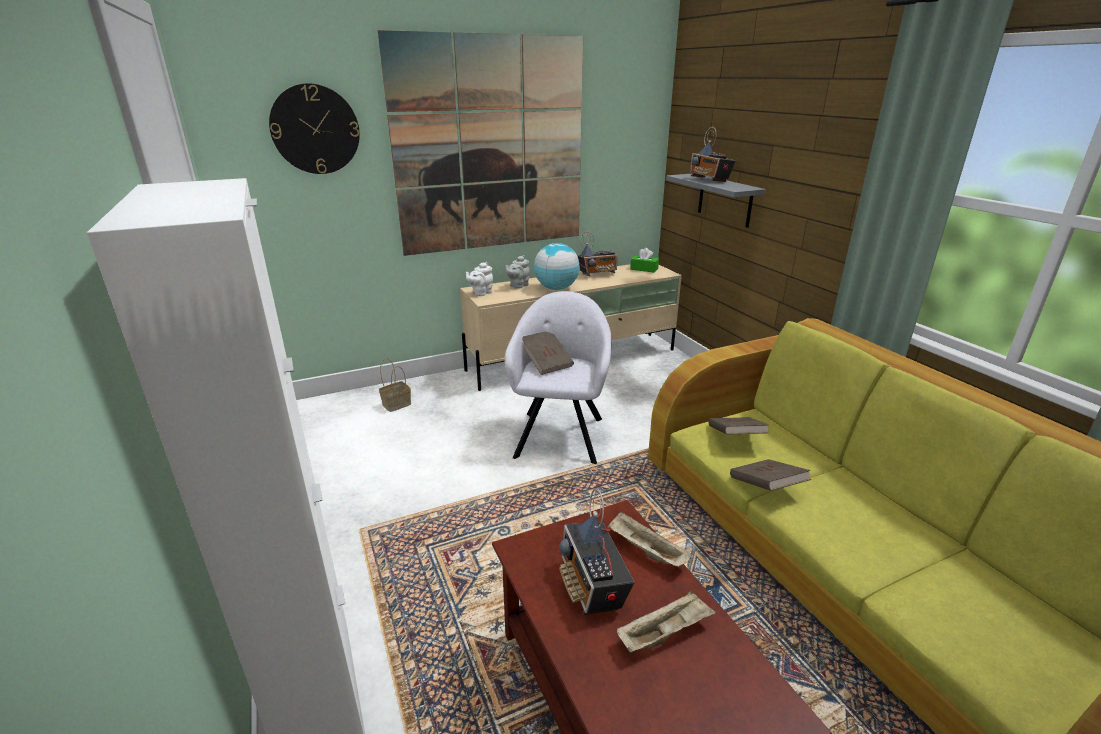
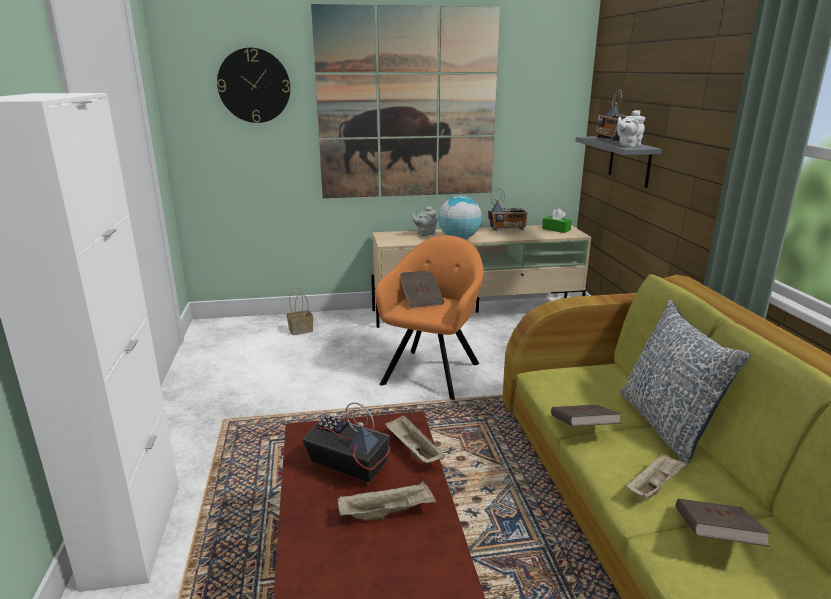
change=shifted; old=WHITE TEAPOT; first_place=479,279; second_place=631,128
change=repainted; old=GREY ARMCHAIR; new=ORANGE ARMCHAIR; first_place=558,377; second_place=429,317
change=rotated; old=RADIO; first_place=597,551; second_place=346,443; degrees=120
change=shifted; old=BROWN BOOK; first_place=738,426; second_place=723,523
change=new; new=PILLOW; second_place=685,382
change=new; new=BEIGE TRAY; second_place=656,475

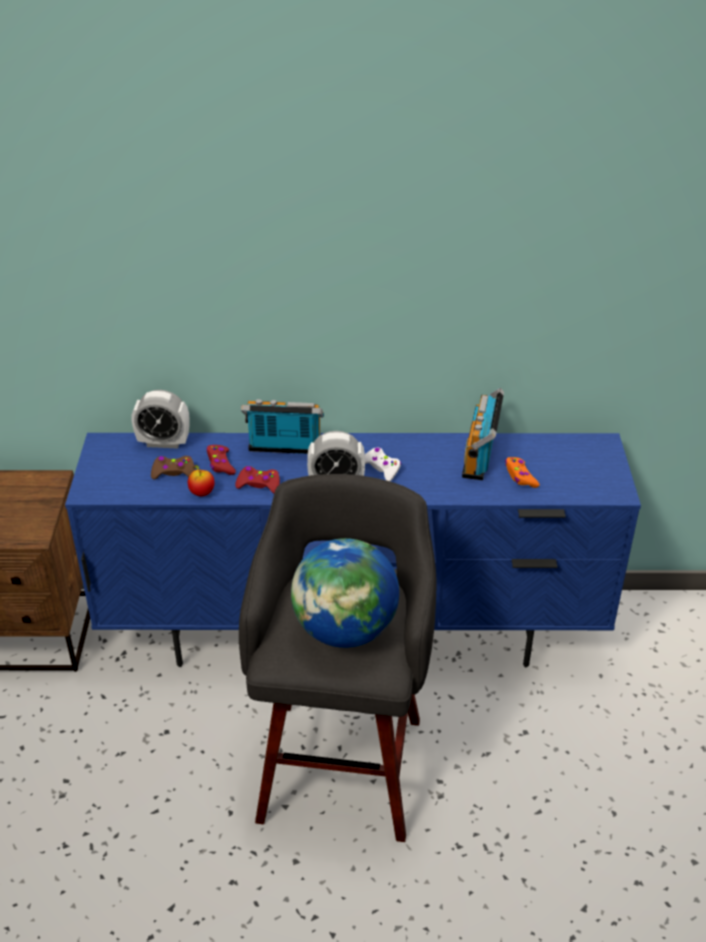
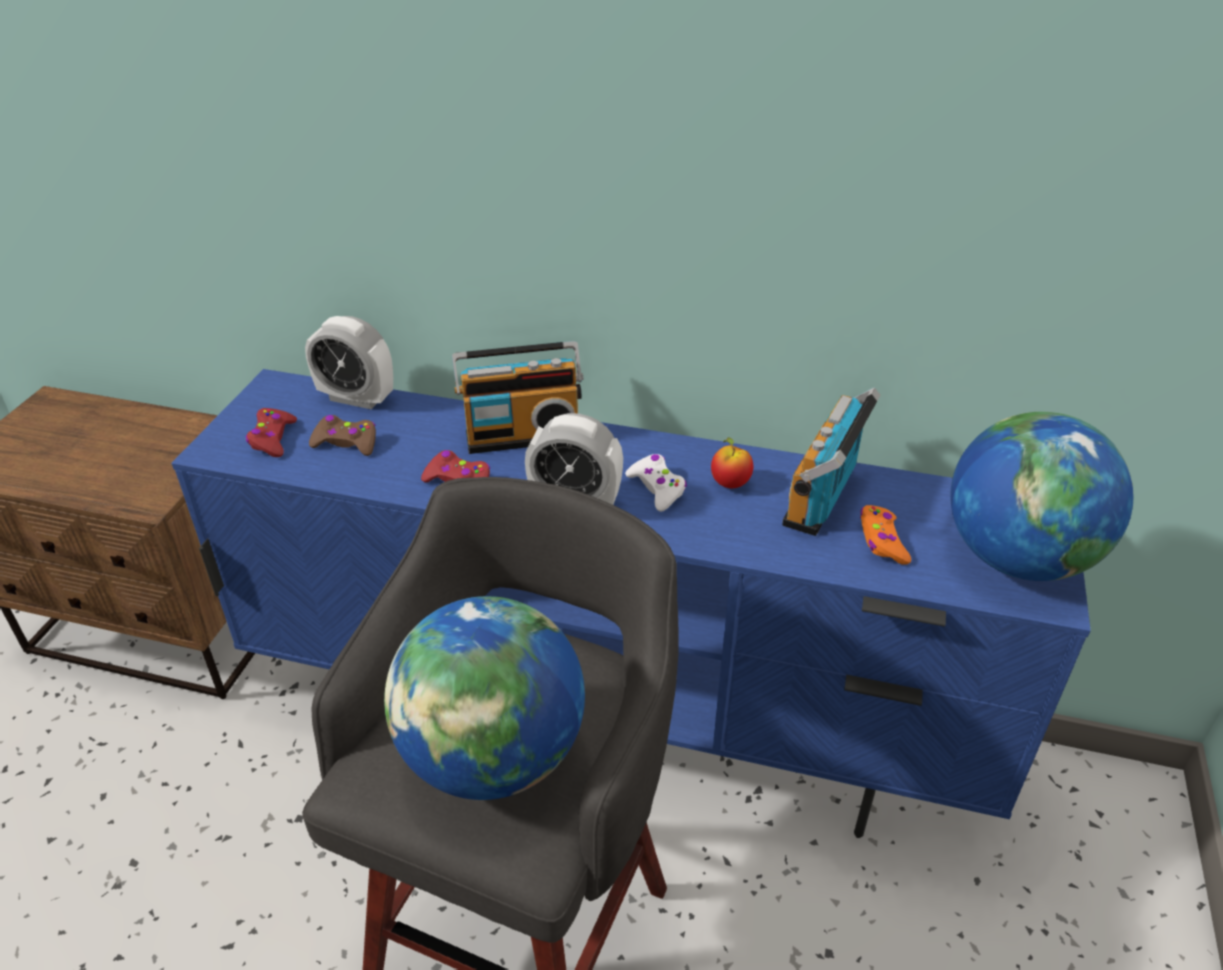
change=shifted; old=APPLE; first_place=201,480; second_place=732,463
change=shifted; old=RED GAME CONTROLLER; first_place=221,460; second_place=271,432
change=rotated; old=RADIO; first_place=282,426; second_place=518,397; degrees=150
change=new; new=GLOBE; second_place=1041,496

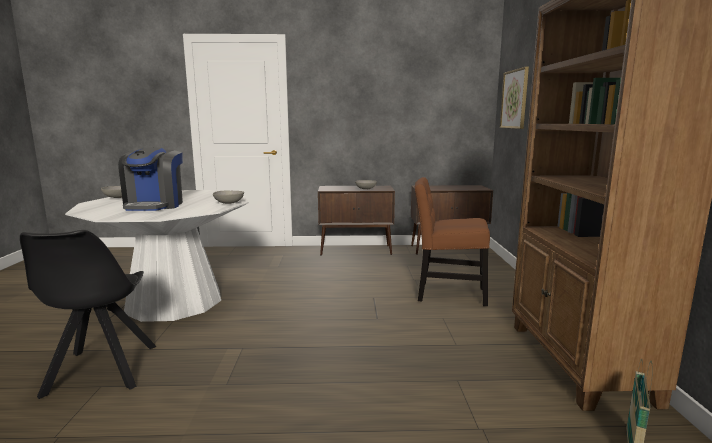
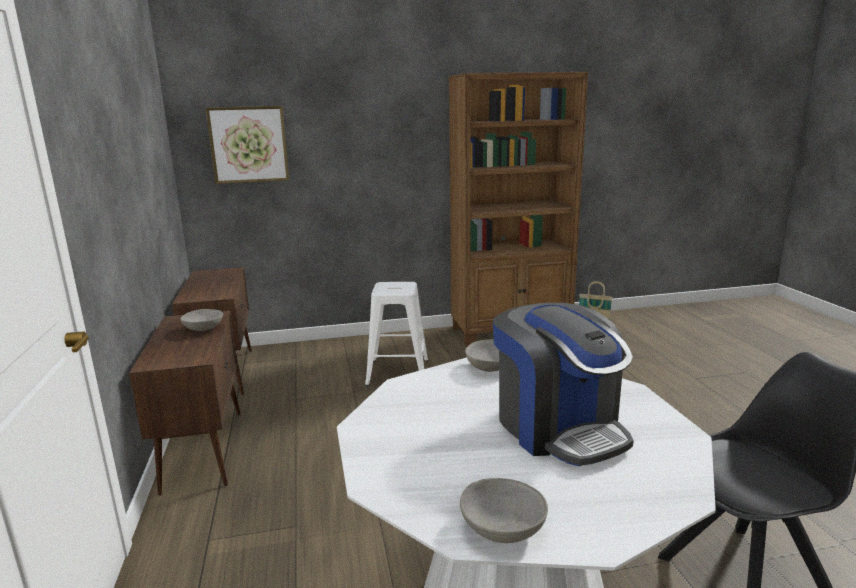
change=rotated; old=COFFEE MACHINE; first_place=150,179; second_place=563,384; degrees=75
change=swapped; old=BROWN CHAIR; new=WHITE STOOL; first_place=452,241; second_place=397,334

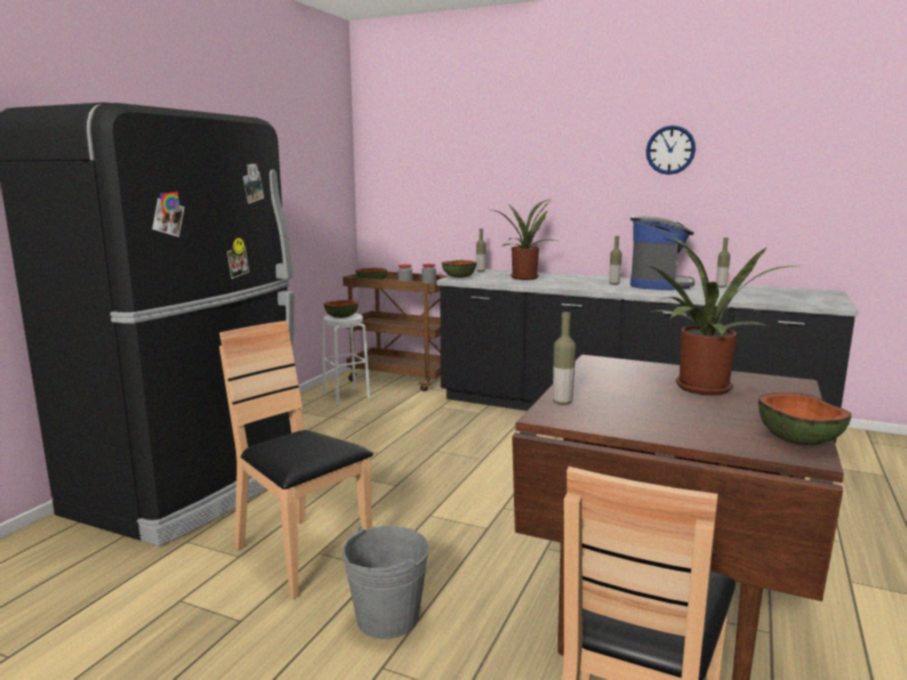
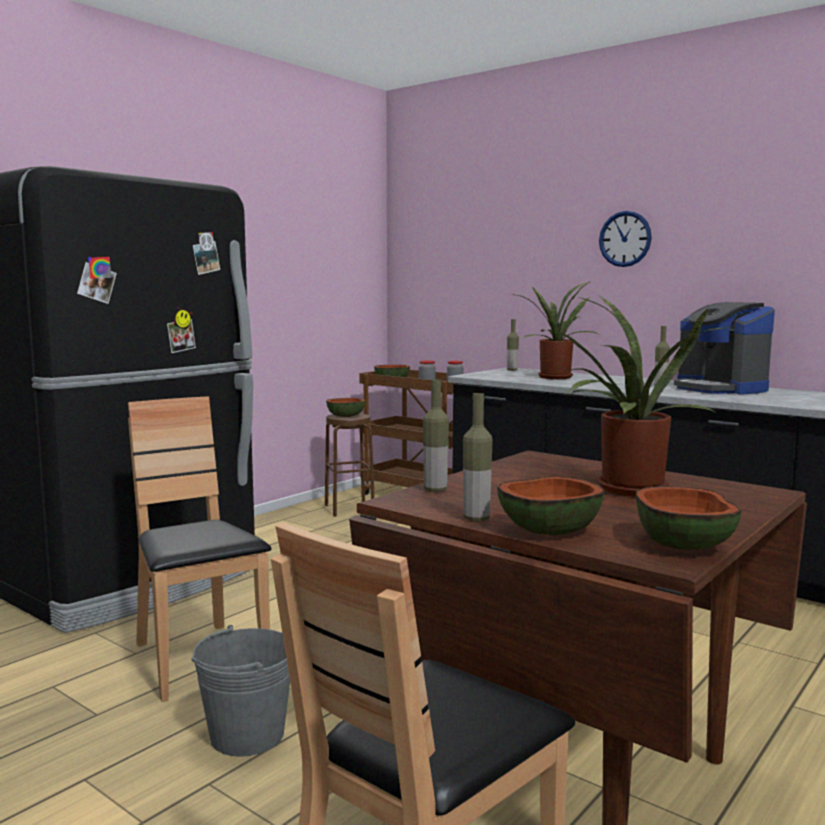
change=repainted; old=WHITE STOOL; new=BROWN STOOL; first_place=346,358; second_place=350,465
change=shifted; old=BOWL; first_place=459,269; second_place=551,505
change=rotated; old=COFFEE MACHINE; first_place=662,253; second_place=724,348; degrees=120
change=shifted; old=WALL CLOCK; first_place=671,150; second_place=625,239
change=shifted; old=BOTTLE; first_place=723,263; second_place=478,457

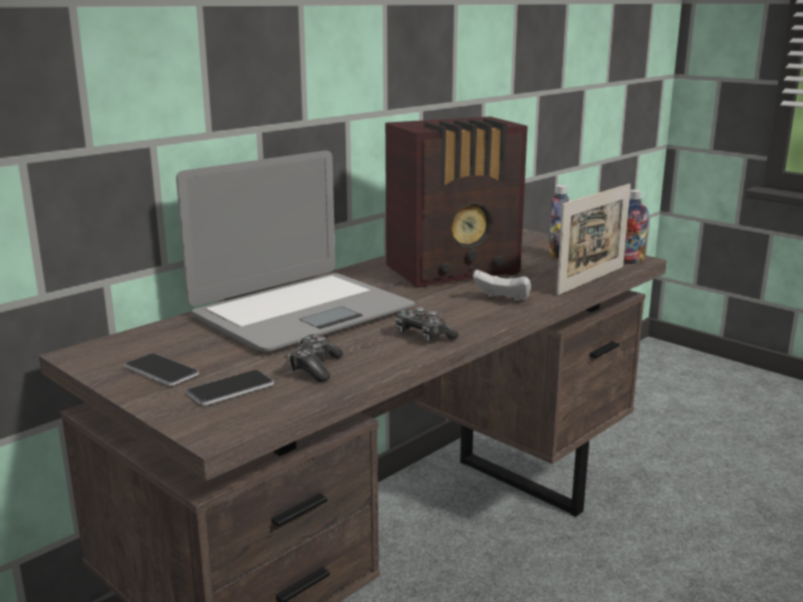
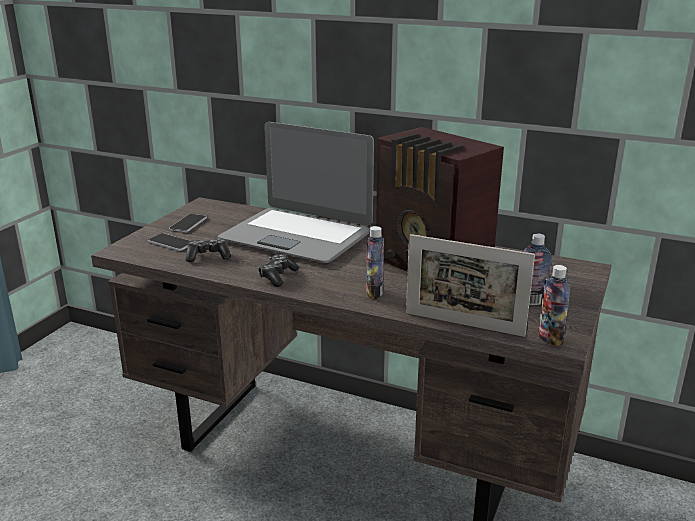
change=swapped; old=WHITE GAME CONTROLLER; new=BOTTLE; first_place=502,286; second_place=375,262

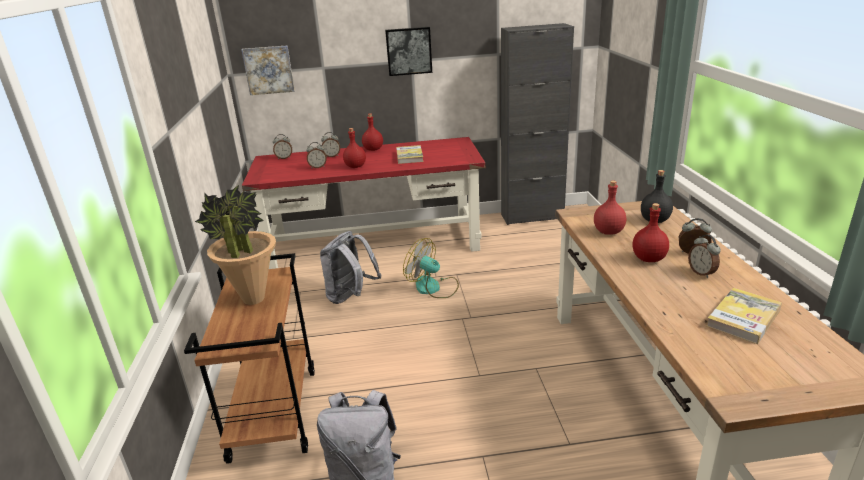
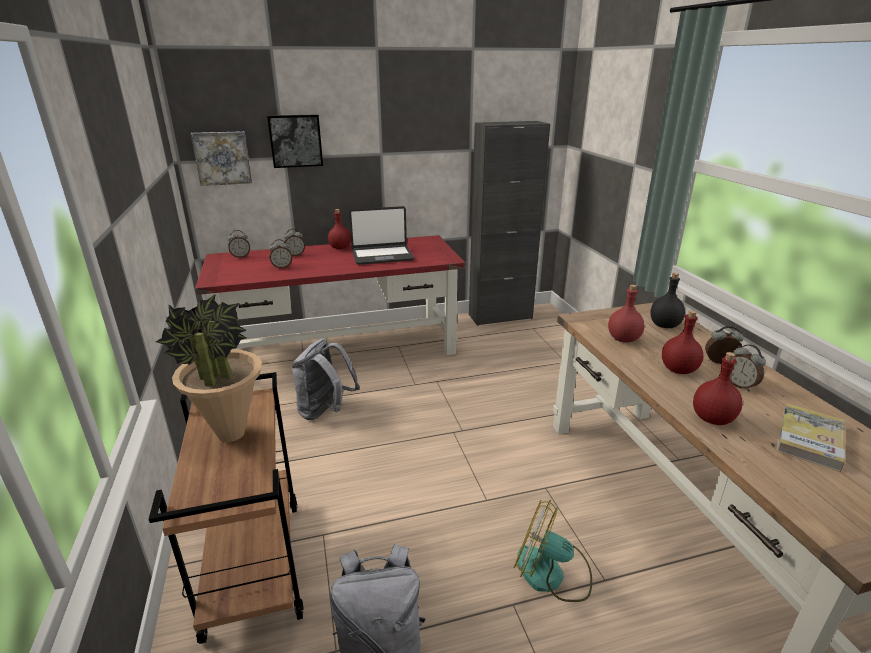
change=shifted; old=RED BOTTLE; first_place=354,148; second_place=717,388
change=shifted; old=PICTURE; first_place=408,51; second_place=295,141
change=swapped; old=BOOK; new=LAPTOP; first_place=410,154; second_place=381,235
change=shifted; old=FAN; first_place=431,268; second_place=553,550

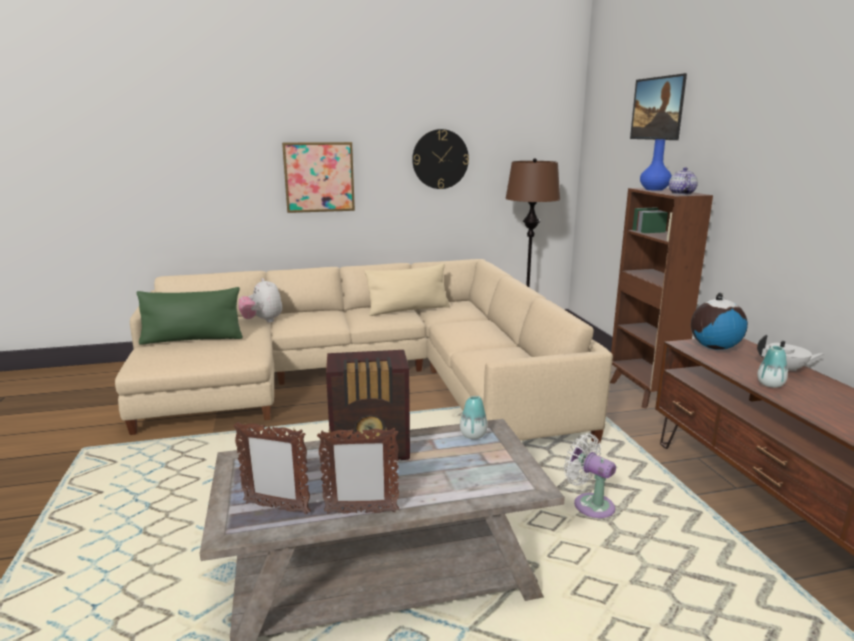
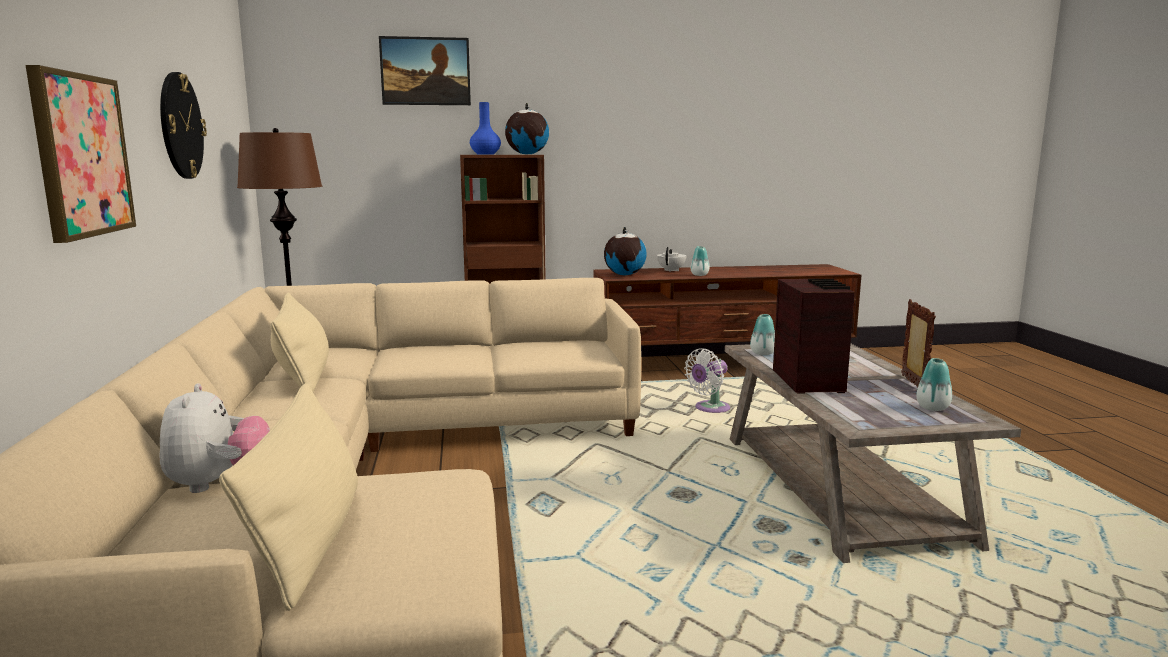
change=repainted; old=GREEN PILLOW; new=BEIGE PILLOW; first_place=190,315; second_place=288,497
change=swapped; old=PICTURE FRAME; new=VASE; first_place=272,468; second_place=934,384
change=rotated; old=PLUSH TOY; first_place=260,300; second_place=214,438; degrees=-75
change=swapped; old=TEAPOT; new=GLOBE; first_place=683,181; second_place=527,128

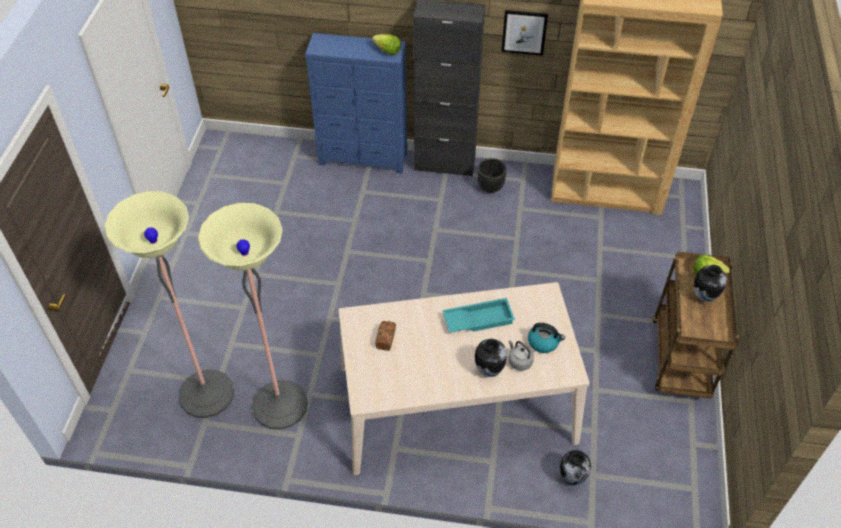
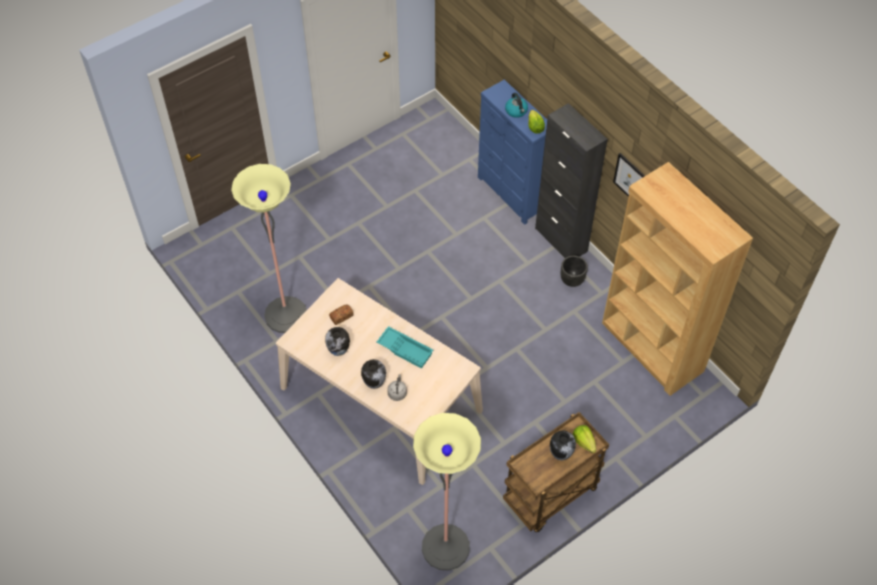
change=shifted; old=FLOOR LAMP; first_place=169,304; second_place=447,491
change=shifted; old=KETTLE; first_place=546,338; second_place=516,105
change=shifted; old=VASE; first_place=575,468; second_place=337,341

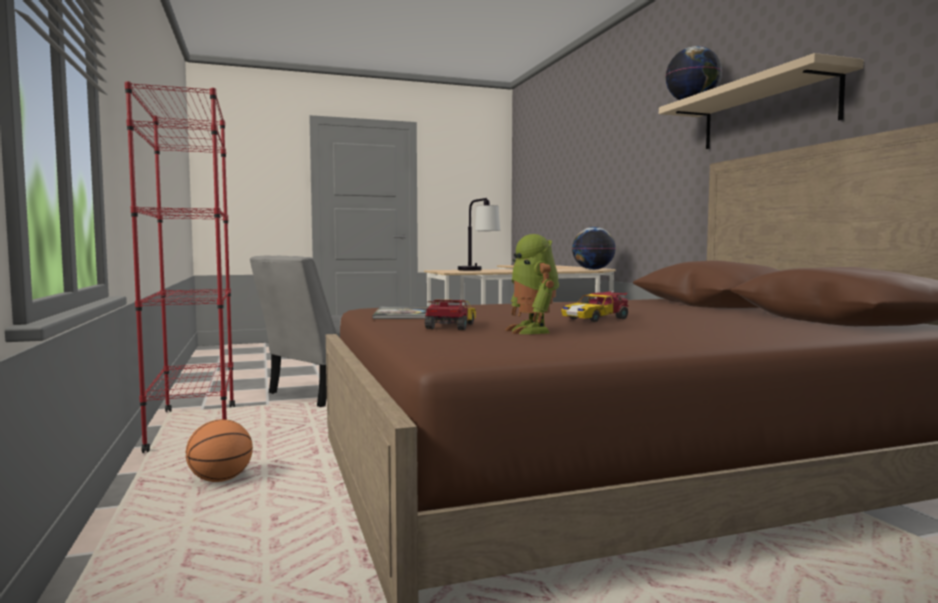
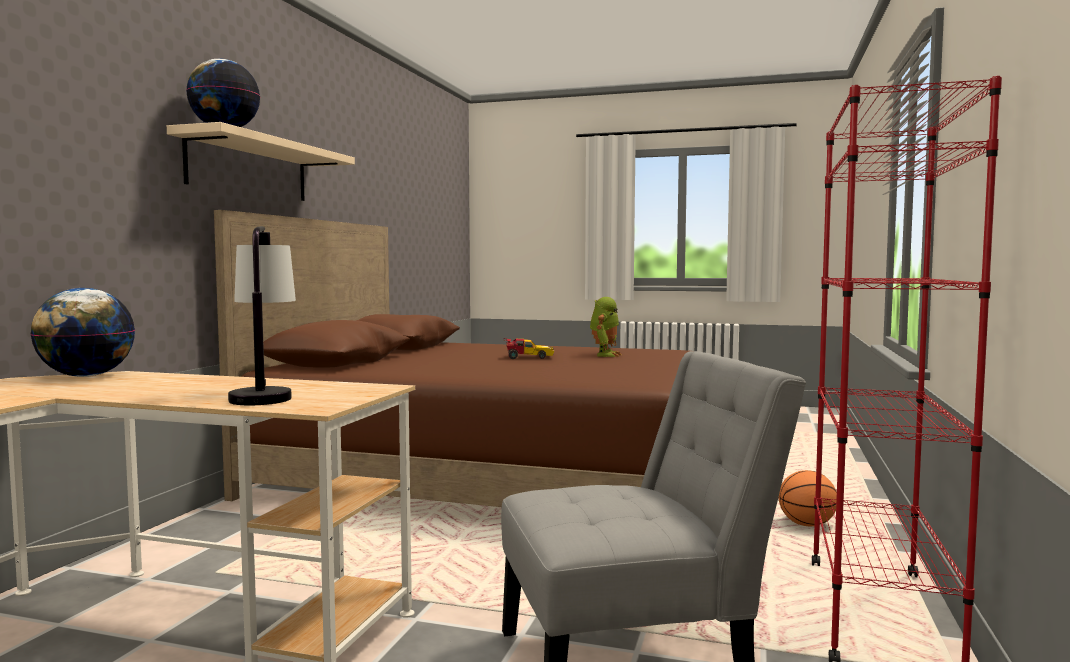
change=gone; old=BOOK; first_place=401,312
change=gone; old=TOY CAR; first_place=450,315

